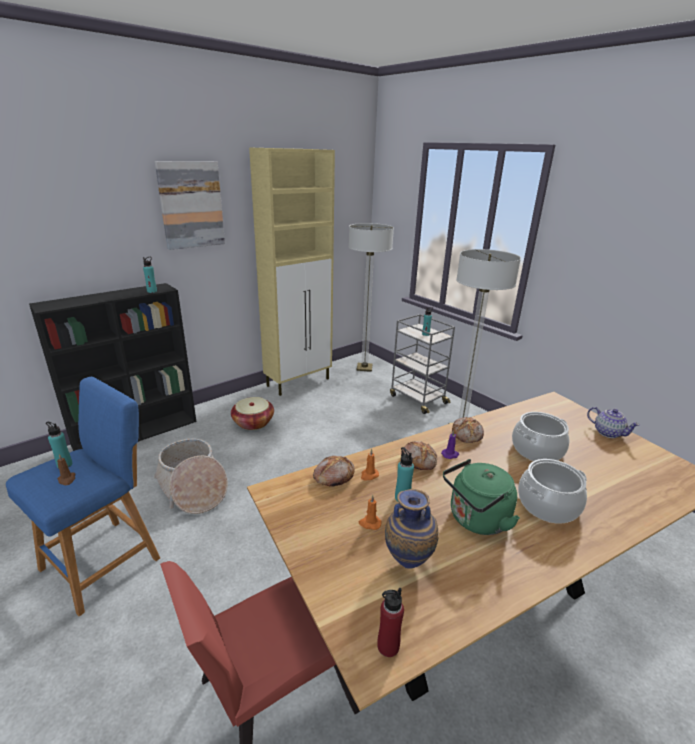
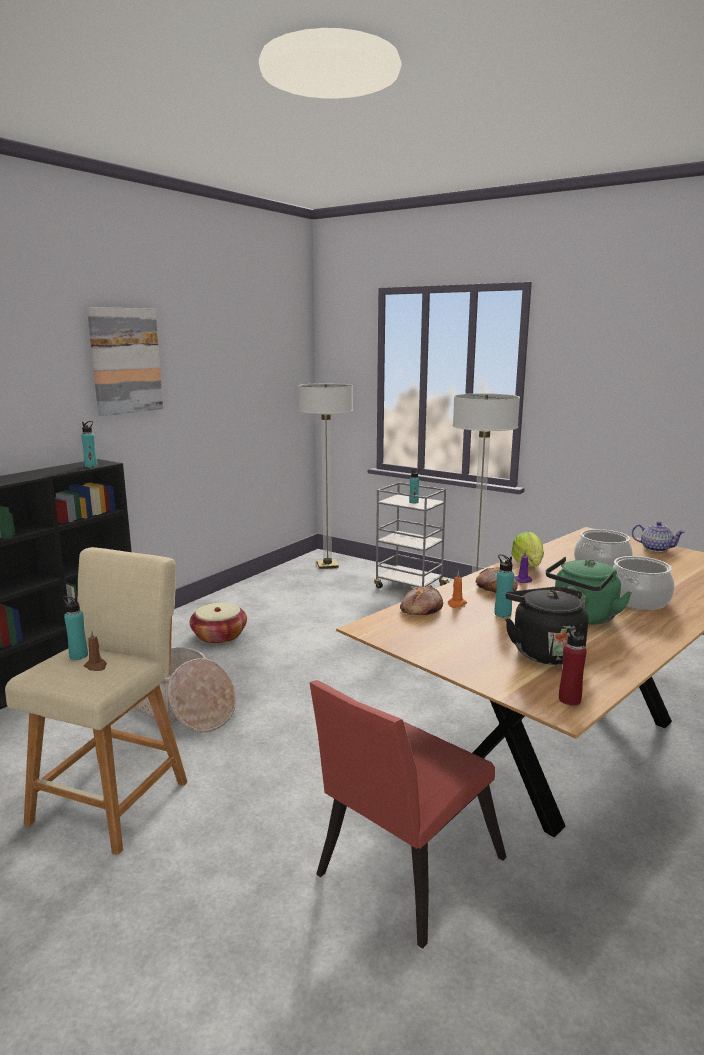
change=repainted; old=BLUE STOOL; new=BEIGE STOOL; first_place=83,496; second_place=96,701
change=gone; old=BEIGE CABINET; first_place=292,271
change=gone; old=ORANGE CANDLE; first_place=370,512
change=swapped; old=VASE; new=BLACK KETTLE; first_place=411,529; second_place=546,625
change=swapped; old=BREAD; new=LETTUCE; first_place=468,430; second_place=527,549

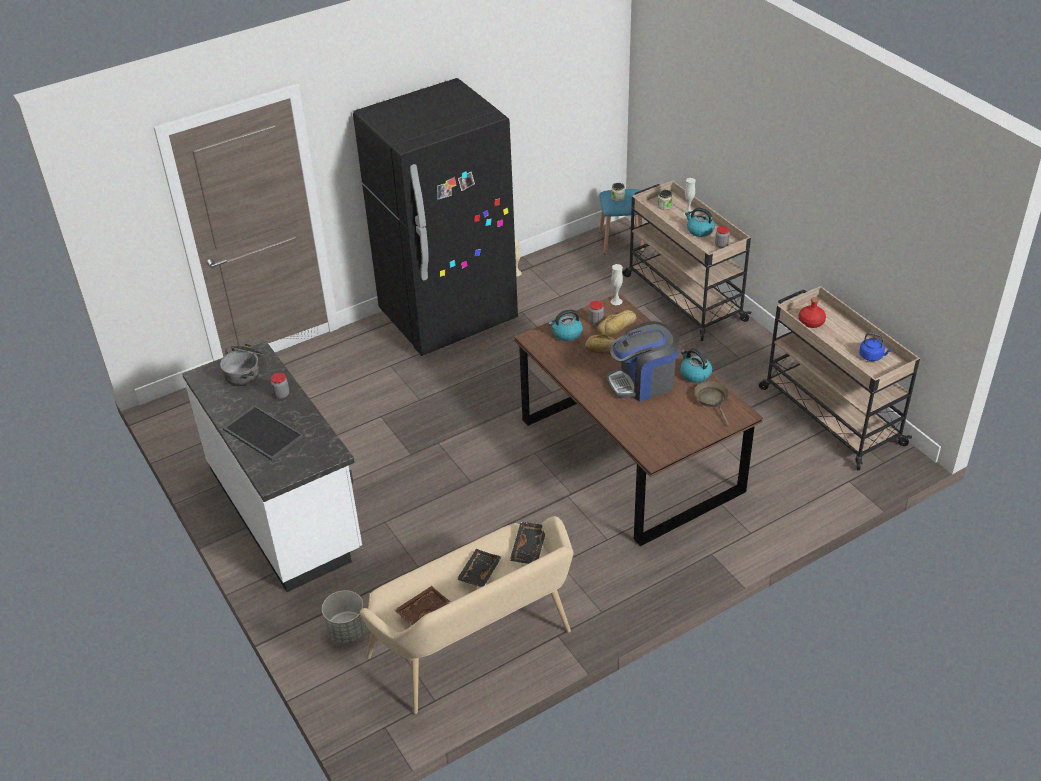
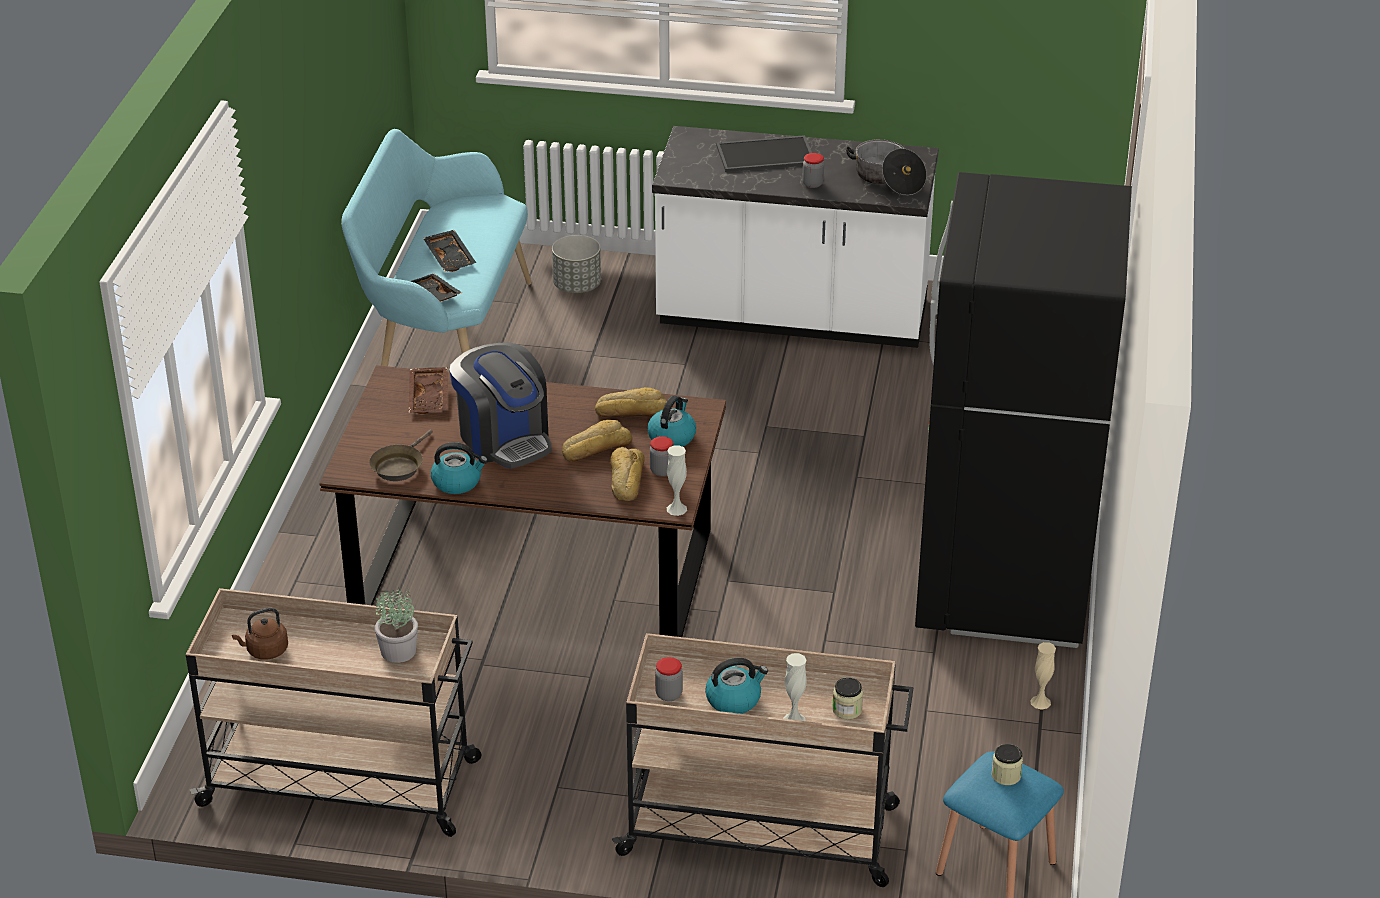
change=repainted; old=BEIGE BENCH; new=TURQUOISE BENCH; first_place=466,615; second_place=436,247
change=shifted; old=BROWN TRAY; first_place=423,605; second_place=428,390
change=rotated; old=COFFEE MACHINE; first_place=643,361; second_place=500,405; degrees=120
change=rotated; old=BROWN FRYING PAN; first_place=711,404; second_place=401,455; degrees=90
change=swapped; old=RED BOTTLE; new=POTTED PLANT; first_place=812,312; second_place=396,625
change=repainted; old=BLUE KETTLE; new=BROWN KETTLE; first_place=875,347; second_place=260,634
change=new; new=BREAD; second_place=631,402

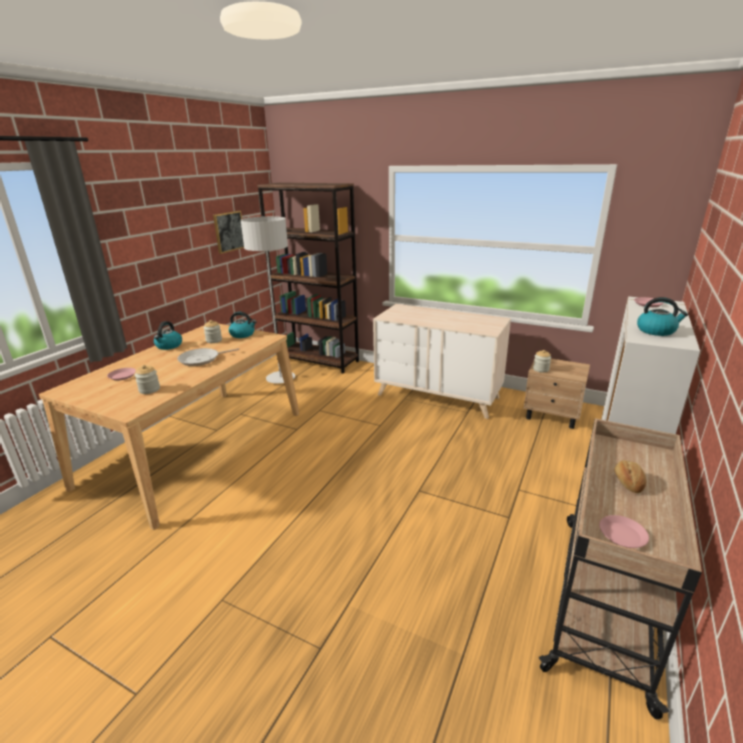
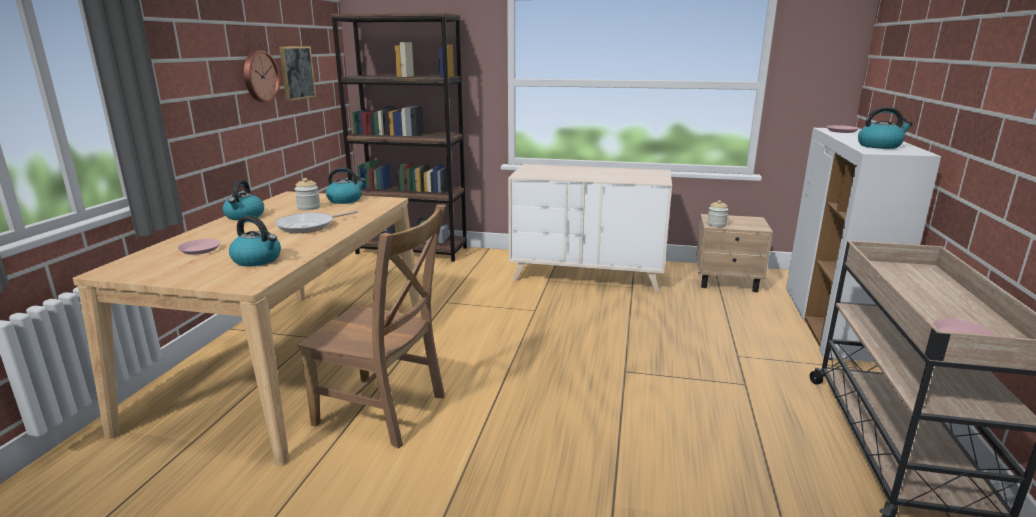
change=swapped; old=JAR; new=KETTLE; first_place=147,379; second_place=255,241
change=gone; old=GREY FLOOR LAMP; first_place=268,300
change=gone; old=BREAD; first_place=630,476
change=new; new=WALL CLOCK; second_place=262,76
change=new; new=BROWN CHAIR; second_place=371,327

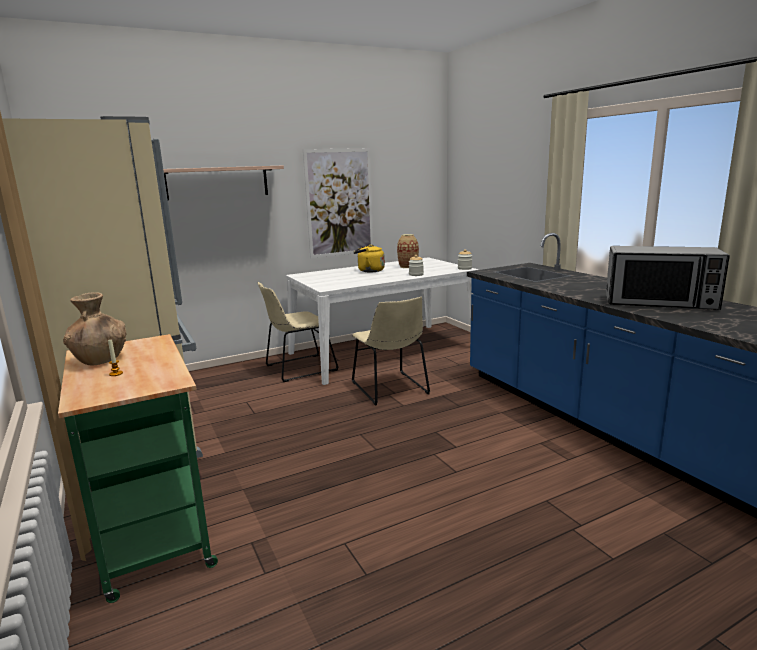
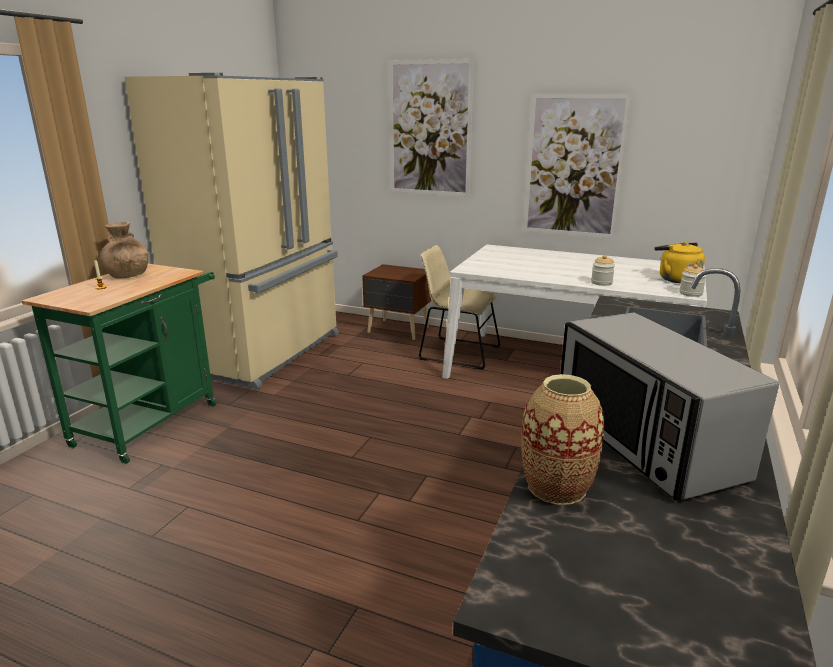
change=swapped; old=SHELF; new=PICTURE; first_place=223,183; second_place=431,128
change=gone; old=BEIGE CHAIR; first_place=391,351
change=shifted; old=YELLOW KETTLE; first_place=369,258; second_place=680,263
change=shifted; old=VASE; first_place=408,251; second_place=562,439
change=new; new=BROWN NIGHTSTAND; second_place=396,302

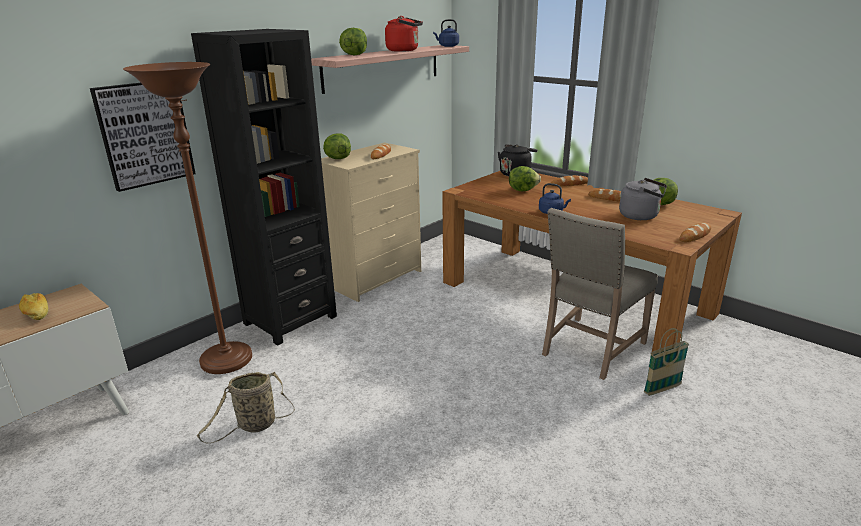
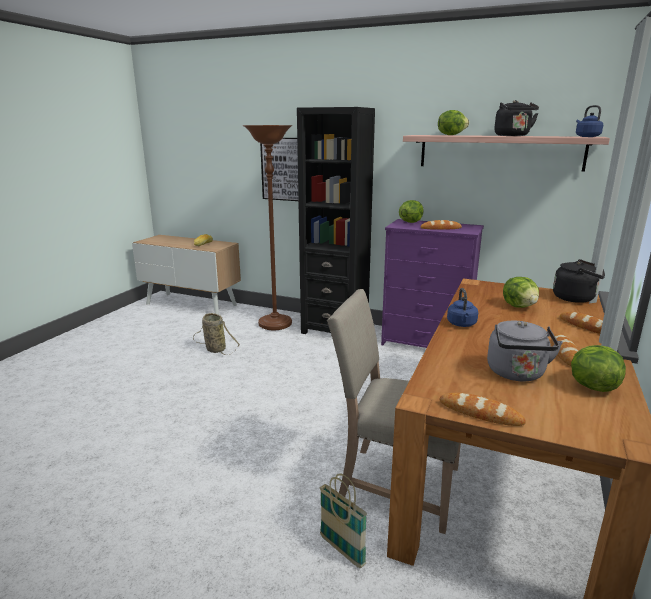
change=repainted; old=BEIGE DRESSER; new=PURPLE DRESSER; first_place=371,222; second_place=432,283
change=repainted; old=RED KETTLE; new=BLACK KETTLE; first_place=404,34; second_place=517,118

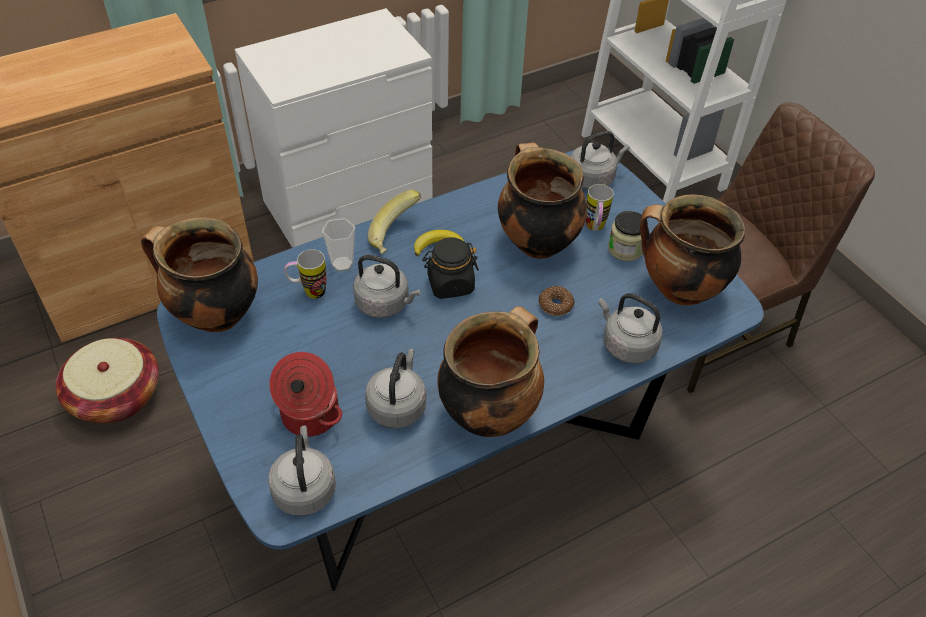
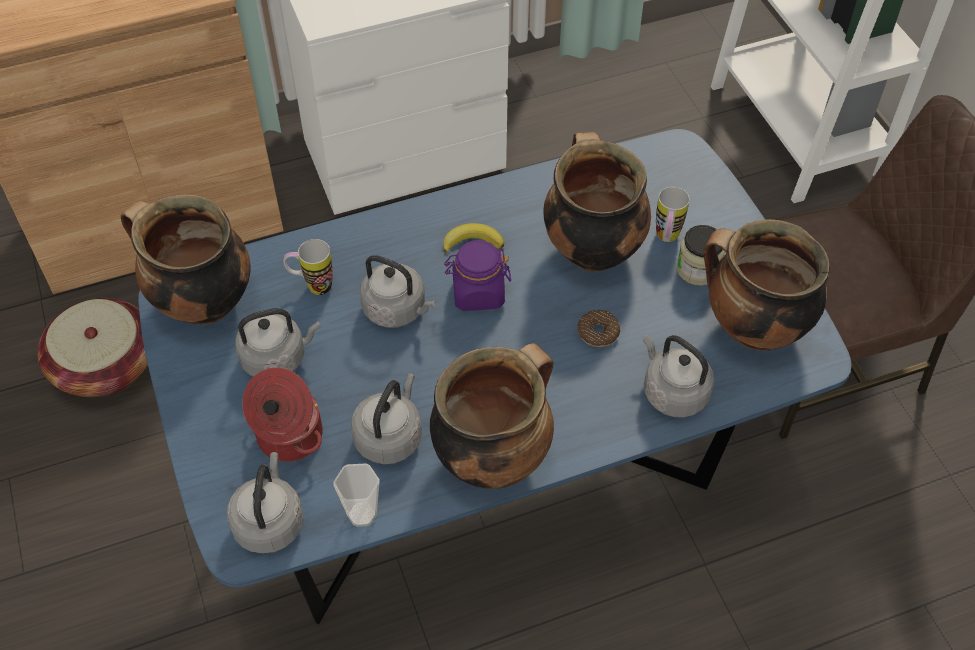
change=shifted; old=CUP; first_place=338,245; second_place=356,495
change=gone; old=BANANA; first_place=394,222
change=repainted; old=BLACK JAR; new=PURPLE JAR; first_place=450,268; second_place=477,275
change=shifted; old=GREY KETTLE; first_place=600,160; second_place=278,342

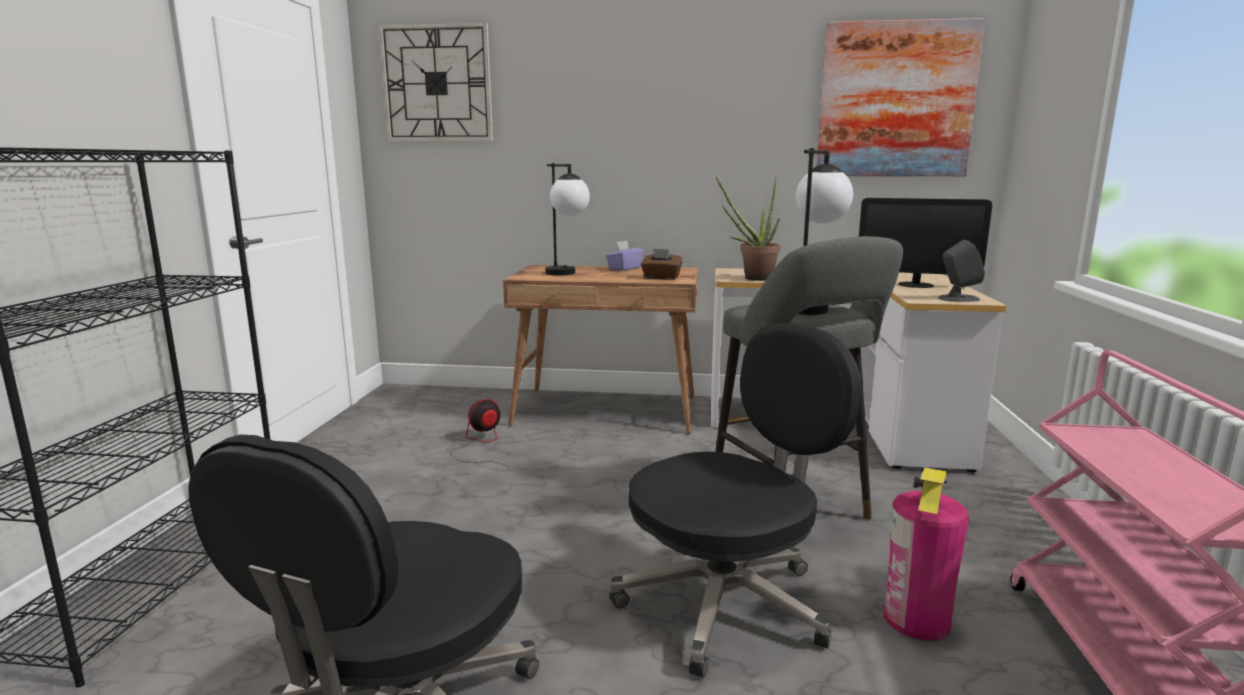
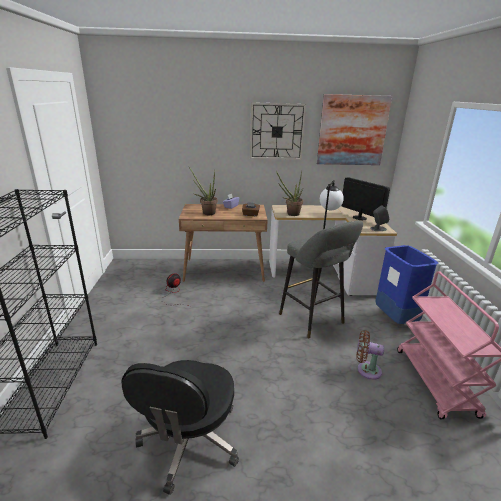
change=shifted; old=WALL CLOCK; first_place=435,81; second_place=278,131
change=swapped; old=TABLE LAMP; new=POTTED PLANT; first_place=567,219; second_place=203,190
change=gone; old=BLACK OFFICE CHAIR; first_place=735,500
change=rotated; old=MONITOR; first_place=925,243; second_place=365,198; degrees=-135
change=swapped; old=FIRE EXTINGUISHER; new=BROWN FAN; first_place=926,554; second_place=370,355
change=new; new=BLUE TRASH CAN; second_place=406,284

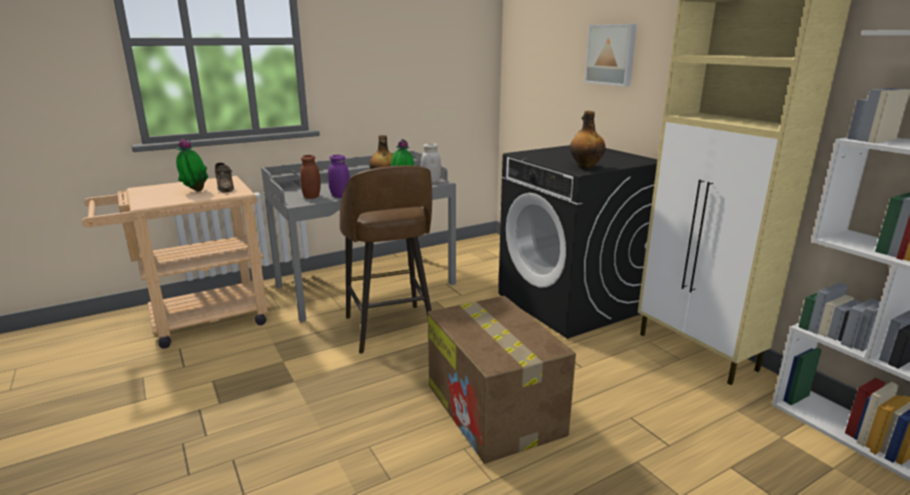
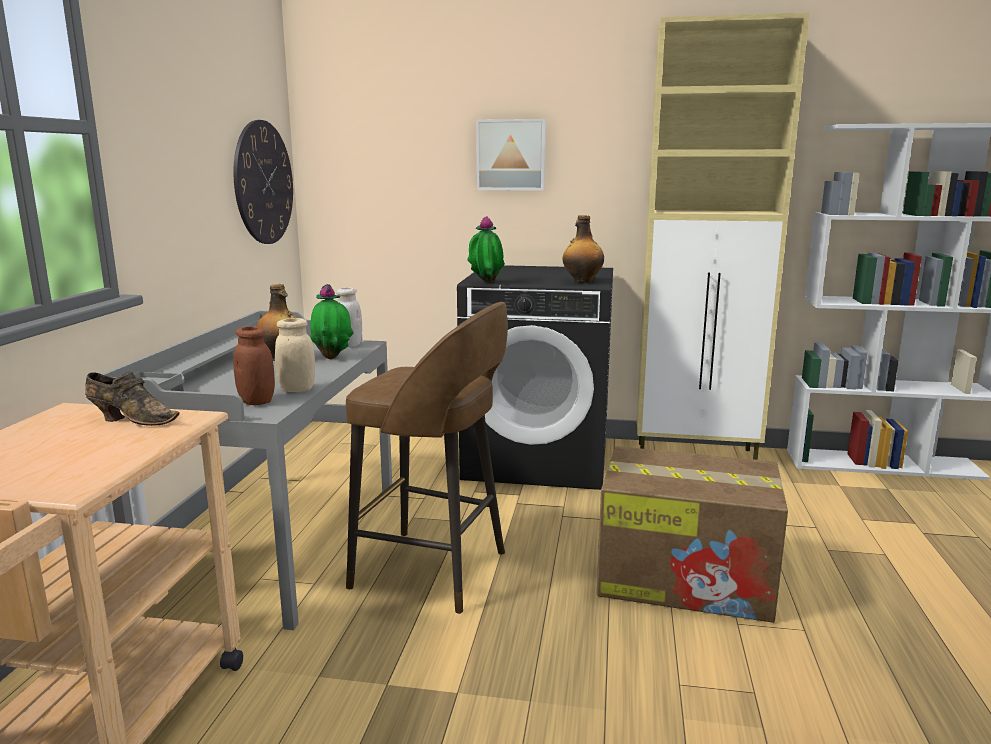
change=shifted; old=POTTED PLANT; first_place=192,164; second_place=486,249
change=repainted; old=PURPLE JAR; new=BEIGE JAR; first_place=339,176; second_place=295,355
change=new; new=WALL CLOCK; second_place=263,182

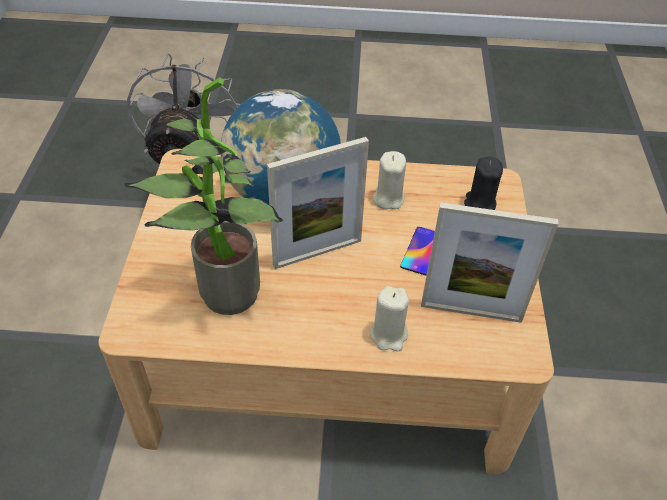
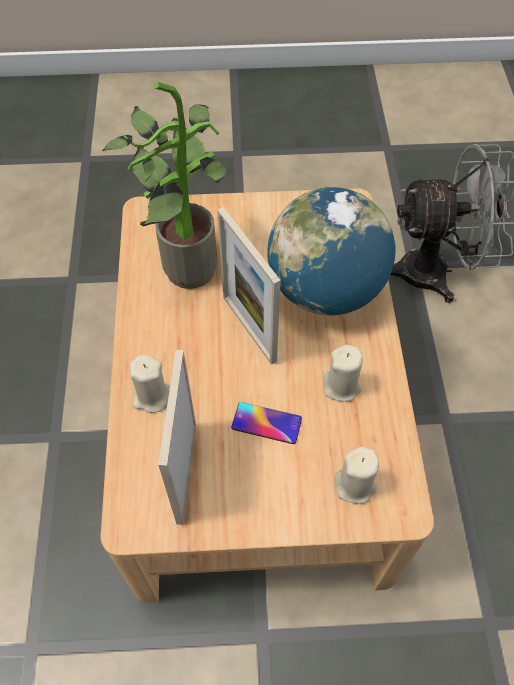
change=repainted; old=BLACK CANDLE; new=BEIGE CANDLE; first_place=483,183; second_place=356,475

